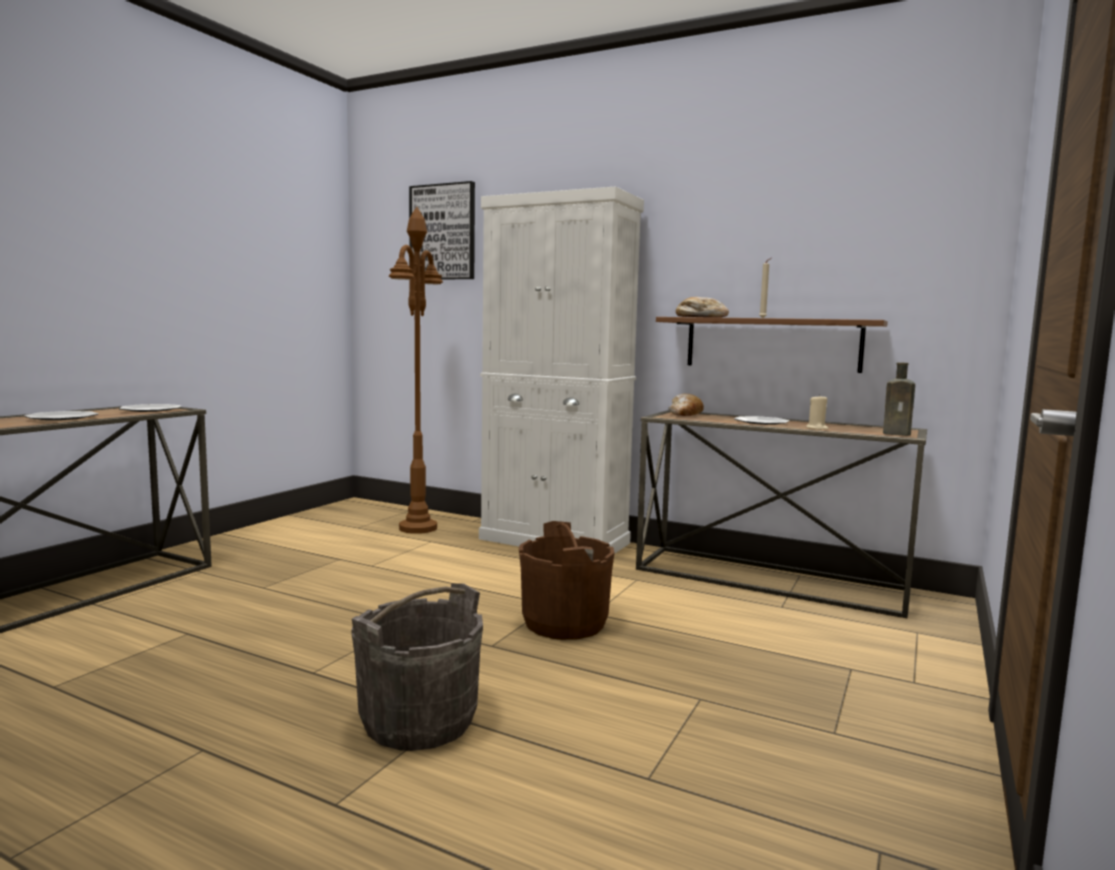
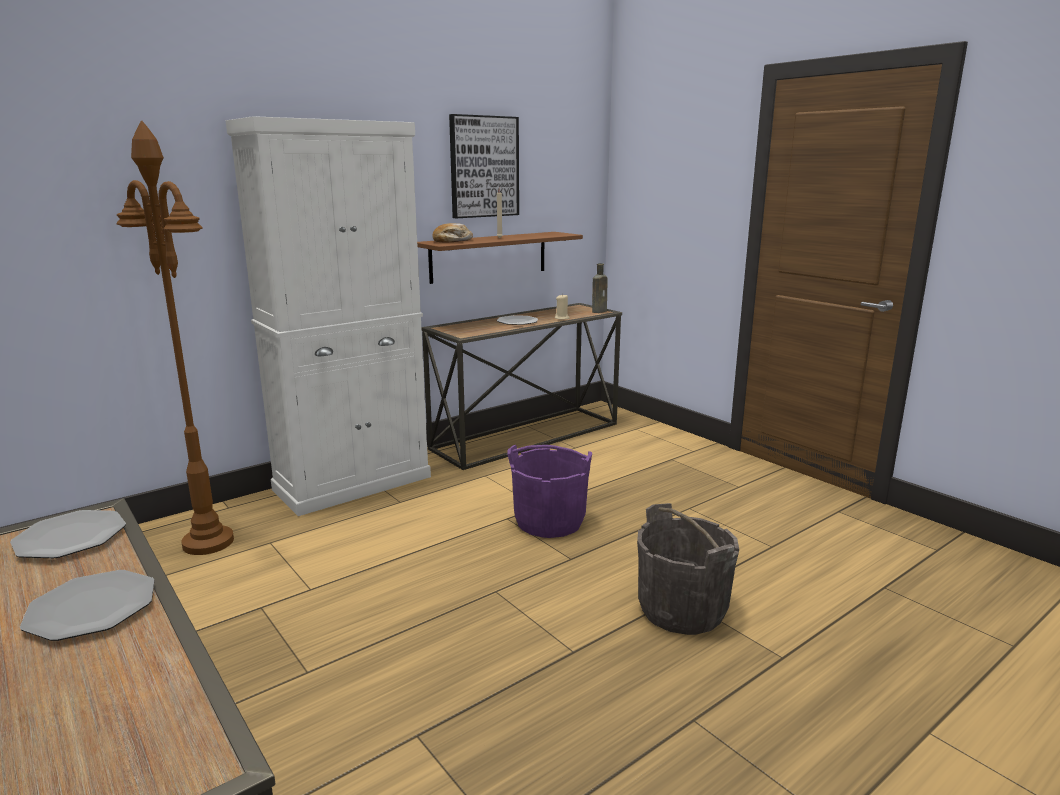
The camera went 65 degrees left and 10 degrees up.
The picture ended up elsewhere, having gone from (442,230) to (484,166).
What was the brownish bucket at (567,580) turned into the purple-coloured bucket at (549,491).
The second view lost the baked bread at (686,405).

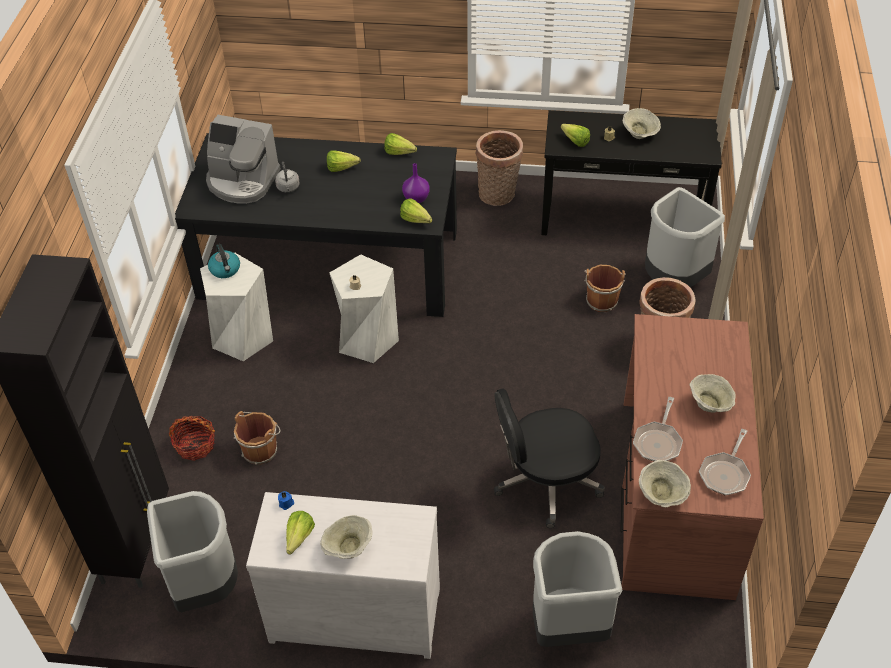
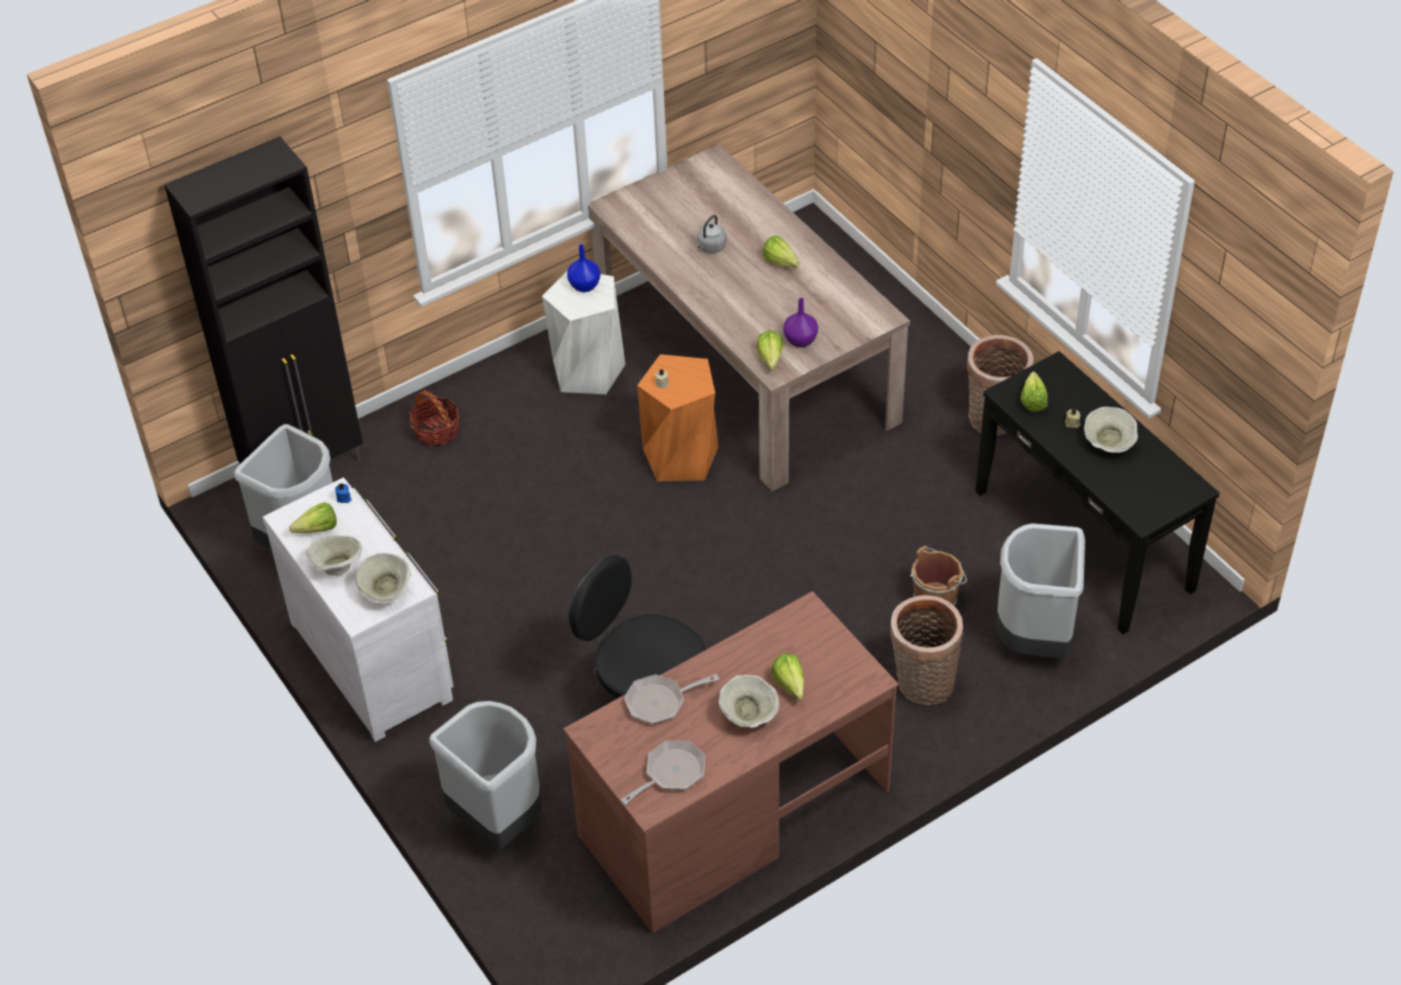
The camera went 50 degrees right and 0 degrees up.
The beige deep dish ended up elsewhere, having gone from (665,483) to (383,578).
Where the water kettle stood at (224,261), the blue flower vase came to stand at (583,268).
What was the blackish kitchen table at (316,225) turned into the beige kitchen table at (749,317).
The skillet at (725,462) ended up facing another way, 150 degrees clockwise from before.
What was the whitish sitting stool at (364,308) turned into the orangey sitting stool at (678,417).
The lettuce head ended up elsewhere, having gone from (400,144) to (787,676).
The second view lost the coffee maker at (243,159).
The second view lost the brownish bucket at (257,438).

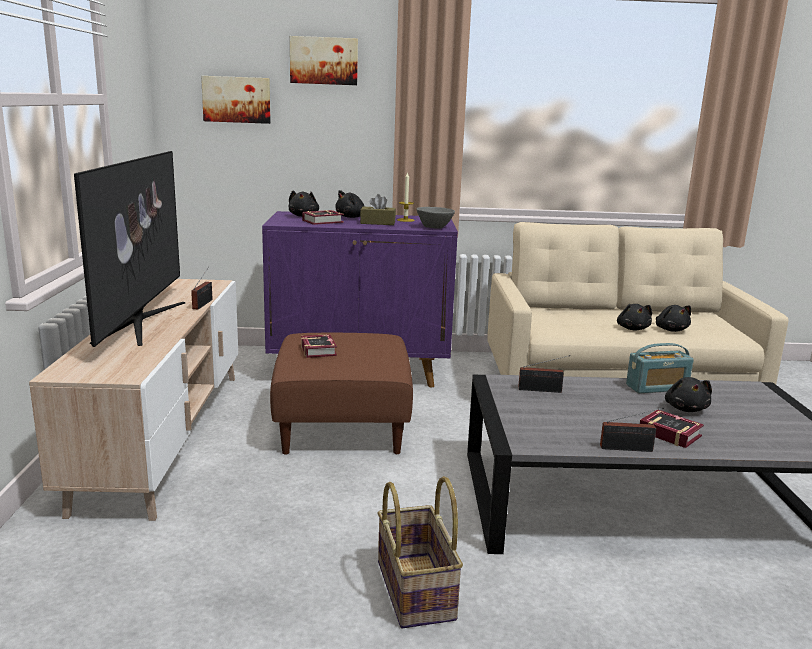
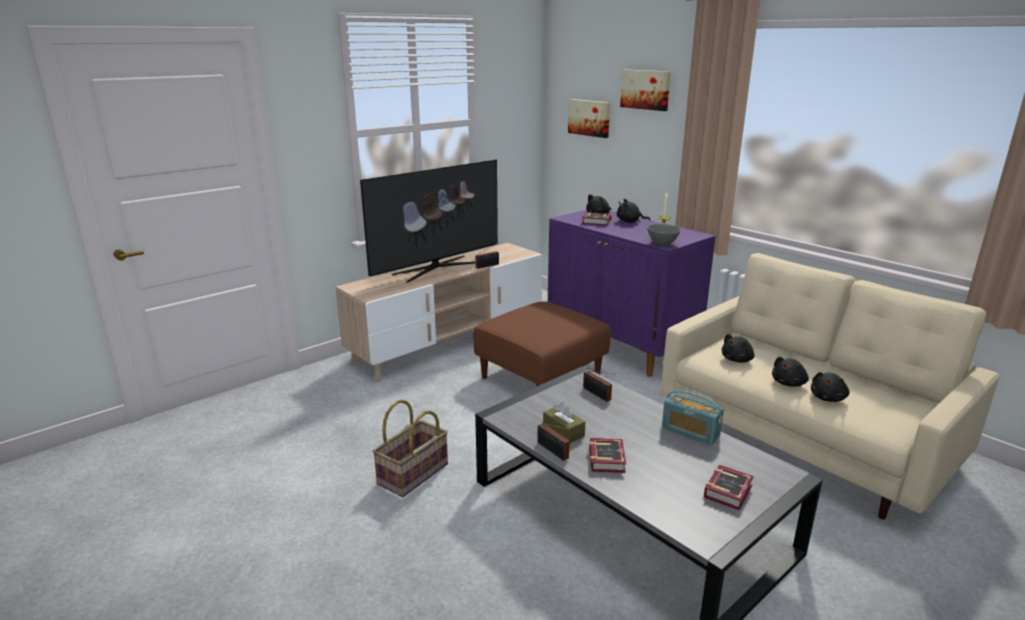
The camera went 50 degrees right and 5 degrees up.
The brownish tissue holder ended up elsewhere, having gone from (378,209) to (564,422).
The volume ended up elsewhere, having gone from (319,346) to (729,487).
The blackish soft toy ended up elsewhere, having gone from (688,394) to (738,348).

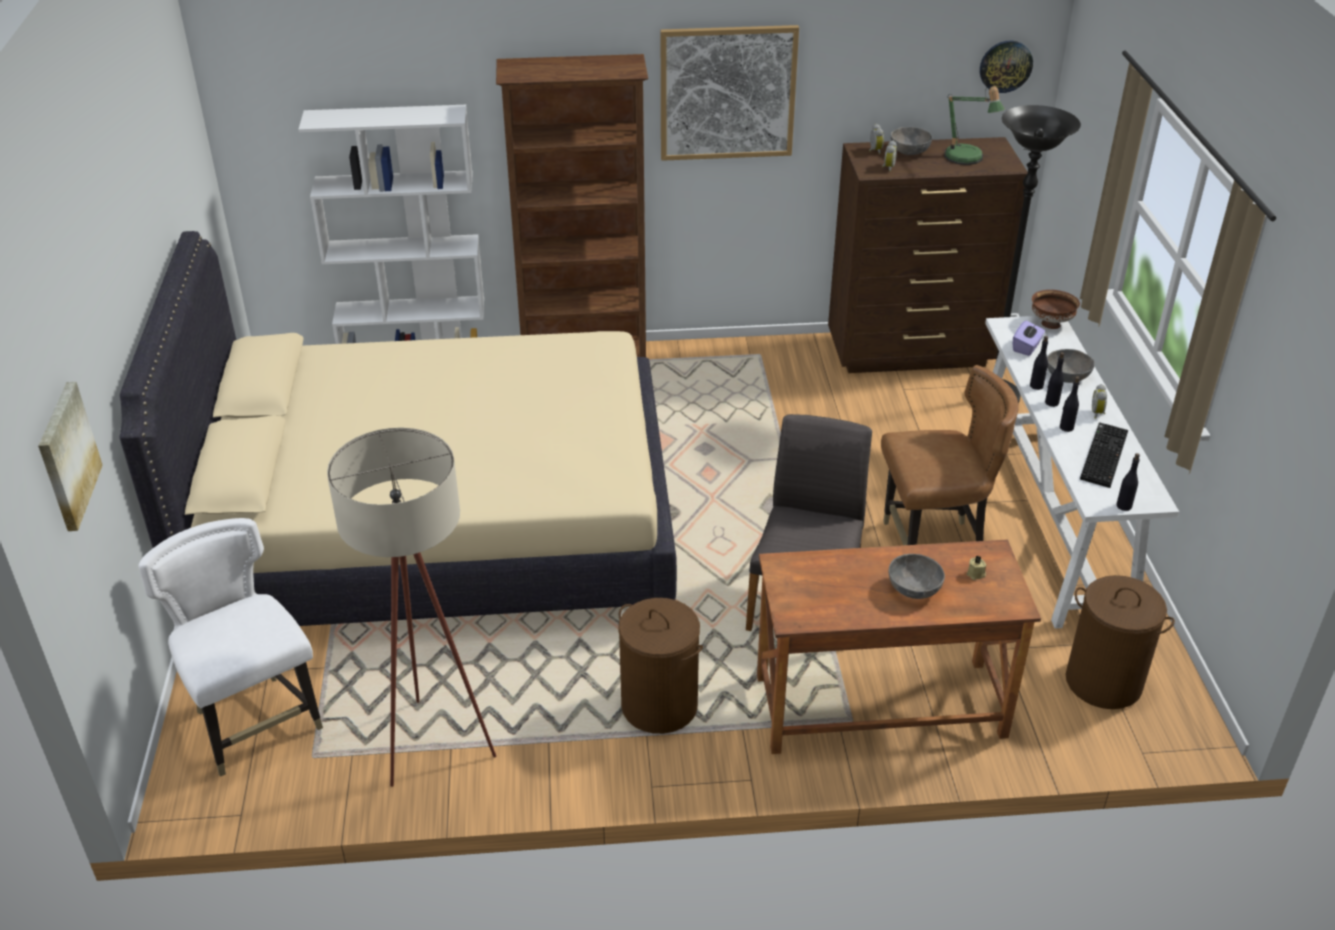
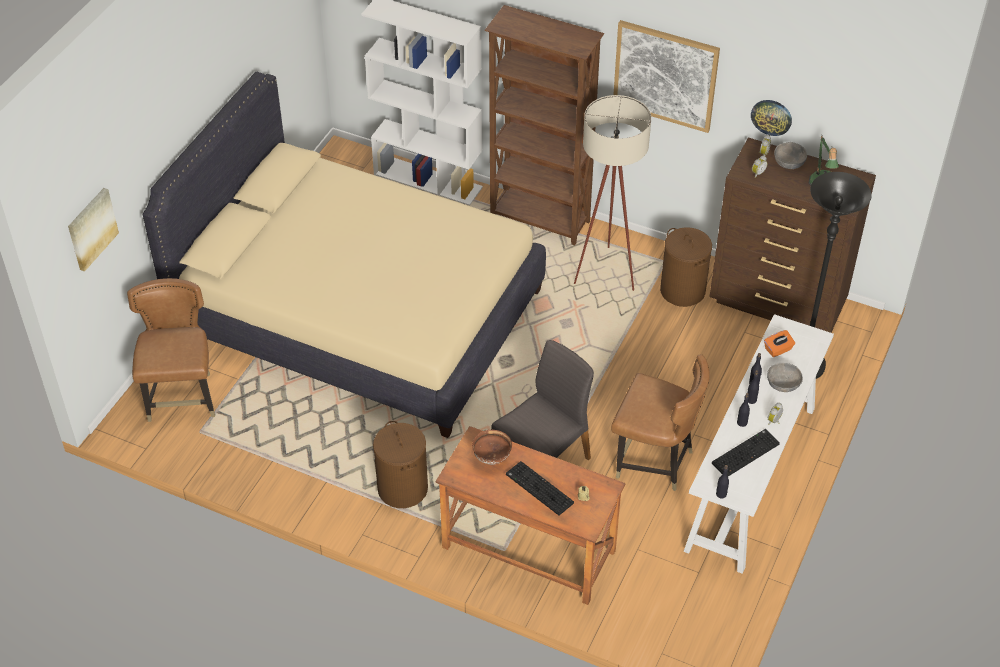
The camera went 30 degrees right and 10 degrees up.
What was the whitish upright chair at (230,647) turned into the brownish upright chair at (171,350).
The brownish deep dish ended up elsewhere, having gone from (1056,309) to (492,447).
Where the gray deep dish stood at (917,576), the computer keyboard came to stand at (540,488).
The beige floor lamp ended up elsewhere, having gone from (411,607) to (612,193).
The brownish laundry basket ended up elsewhere, having gone from (1120,642) to (686,267).
The hanging clock ended up elsewhere, having gone from (1006,67) to (771,118).
What was the purple-coloured tissue holder at (1029,338) turned into the orangey tissue holder at (779,343).

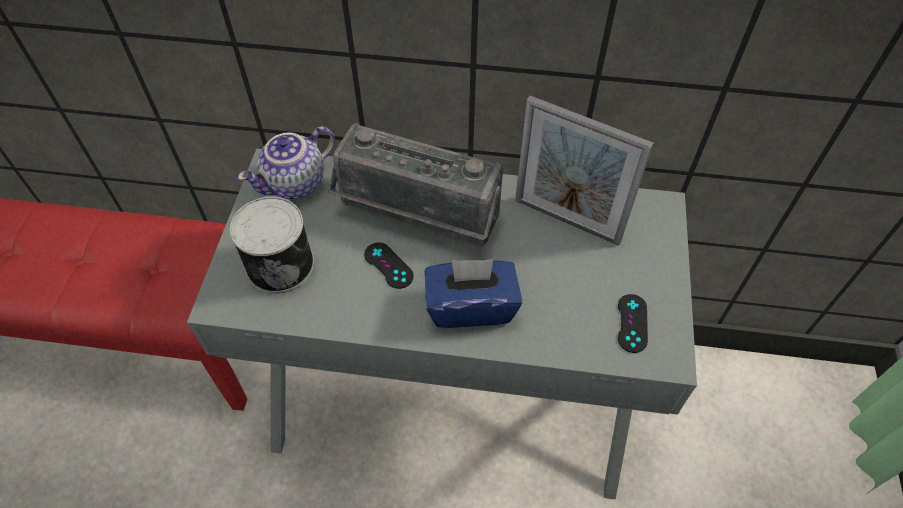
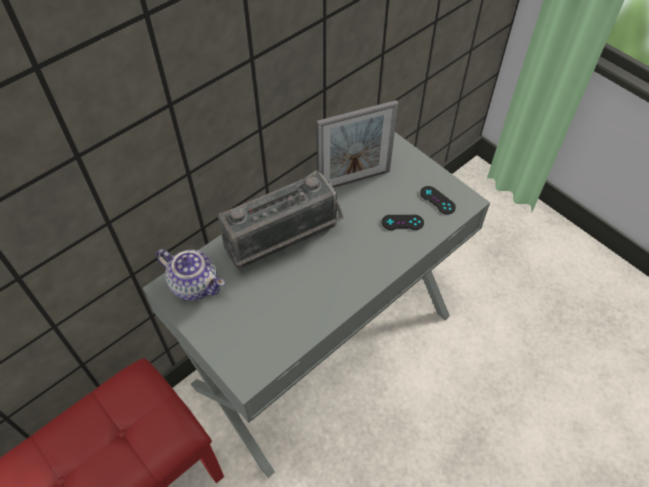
The camera went 50 degrees left and 0 degrees up.
The tea pot at (286,162) ended up facing another way, 60 degrees counterclockwise from before.
The blackish joypad ended up elsewhere, having gone from (389,265) to (403,222).
The second view lost the metal can at (271,245).
The second view lost the blue tissue holder at (474,293).

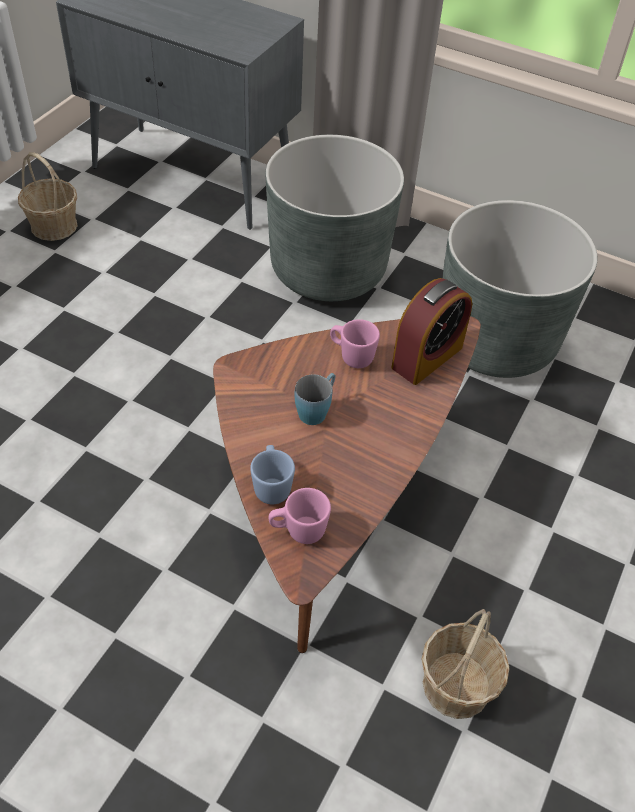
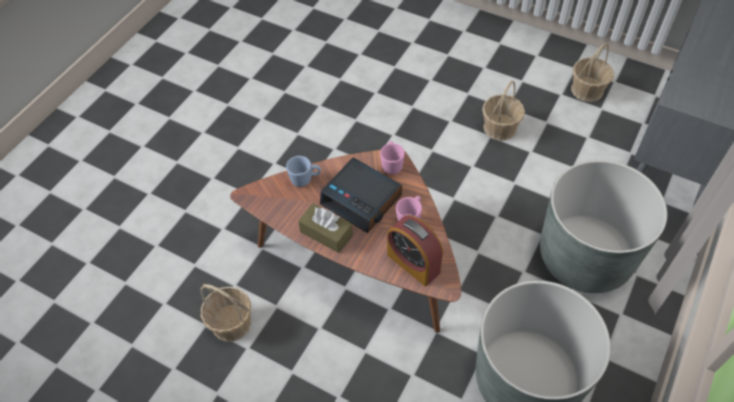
The camera went 95 degrees right and 5 degrees up.
The second view gained the brownish tissue holder at (325,228).
Where the blue coffee mug stood at (315,399), the alarm clock came to stand at (361,195).
The pink coffee mug ended up elsewhere, having gone from (300,516) to (392,157).
The second view gained the basket at (503,110).

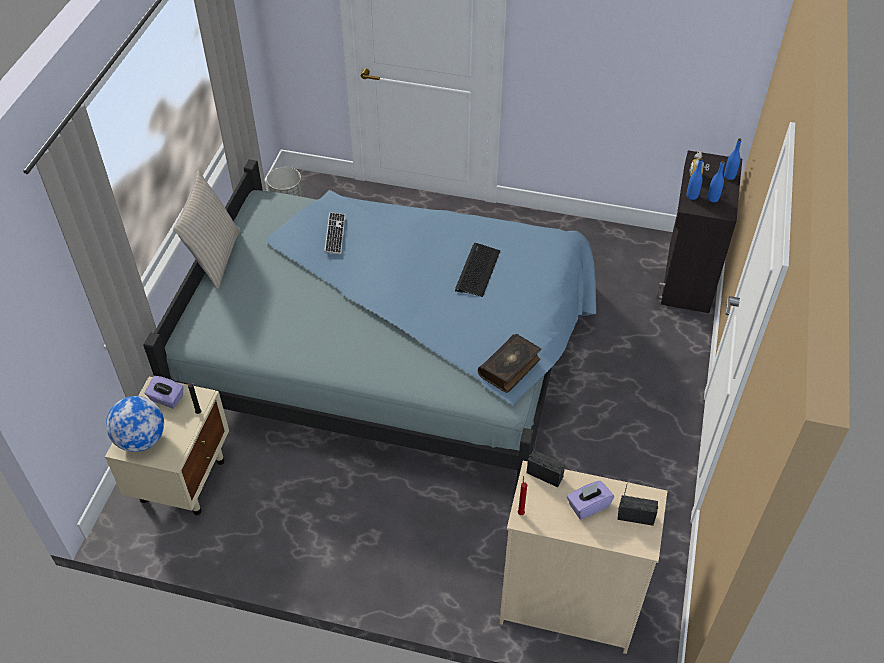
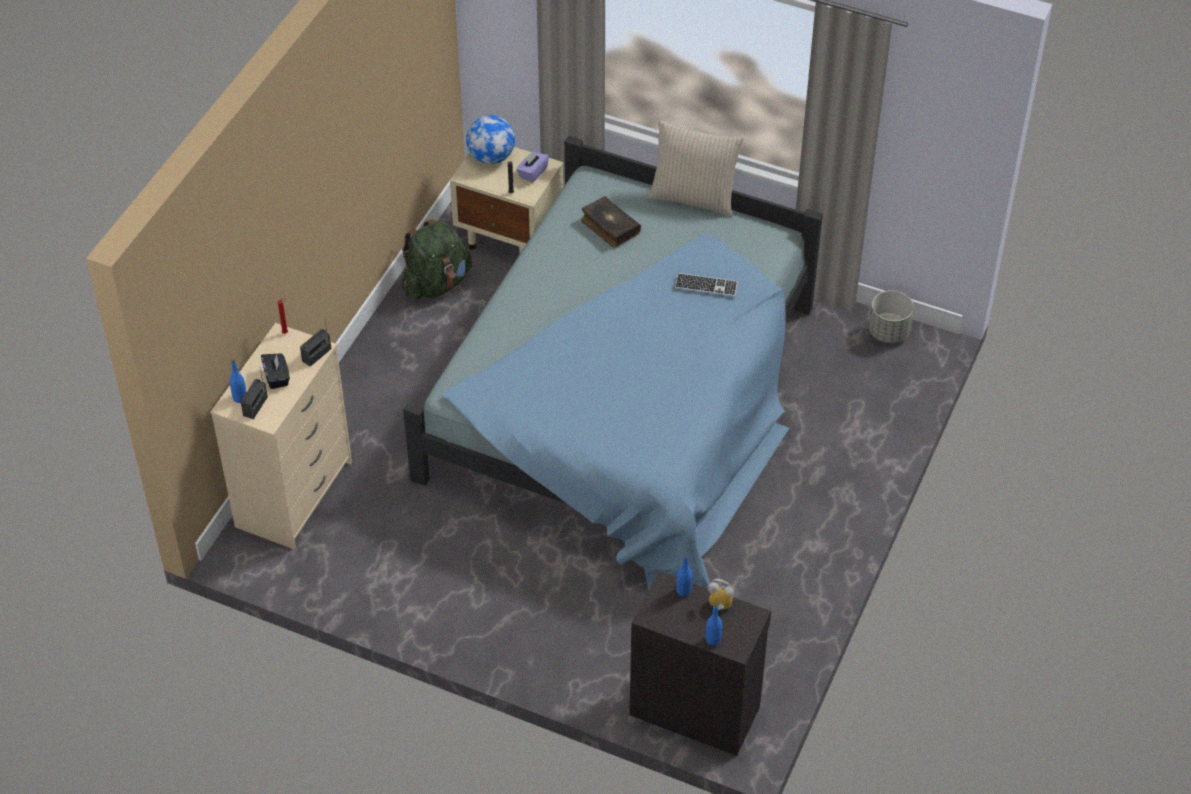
The camera went 100 degrees right and 0 degrees up.
The blue bottle ended up elsewhere, having gone from (716,181) to (238,381).
What was the purple-coloured tissue holder at (590,500) turned into the blackish tissue holder at (275,371).
The second view gained the green-coloured knapsack at (437,259).
The volume ended up elsewhere, having gone from (509,363) to (611,222).
The second view lost the computer keyboard at (477,270).

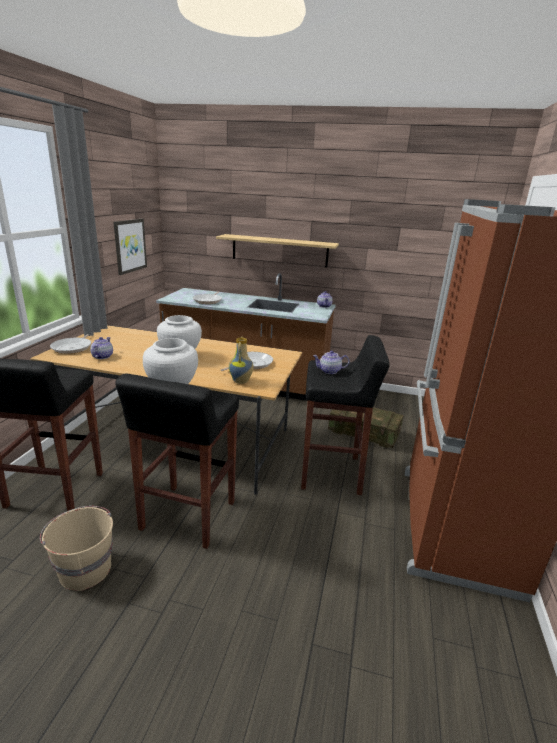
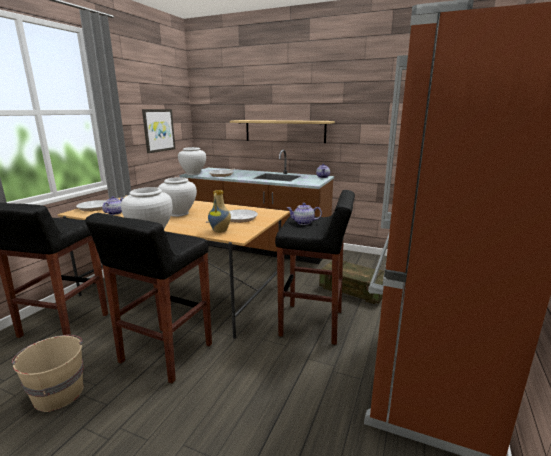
The camera went 10 degrees right and 5 degrees down.
The second view gained the whitish flower vase at (192,161).

